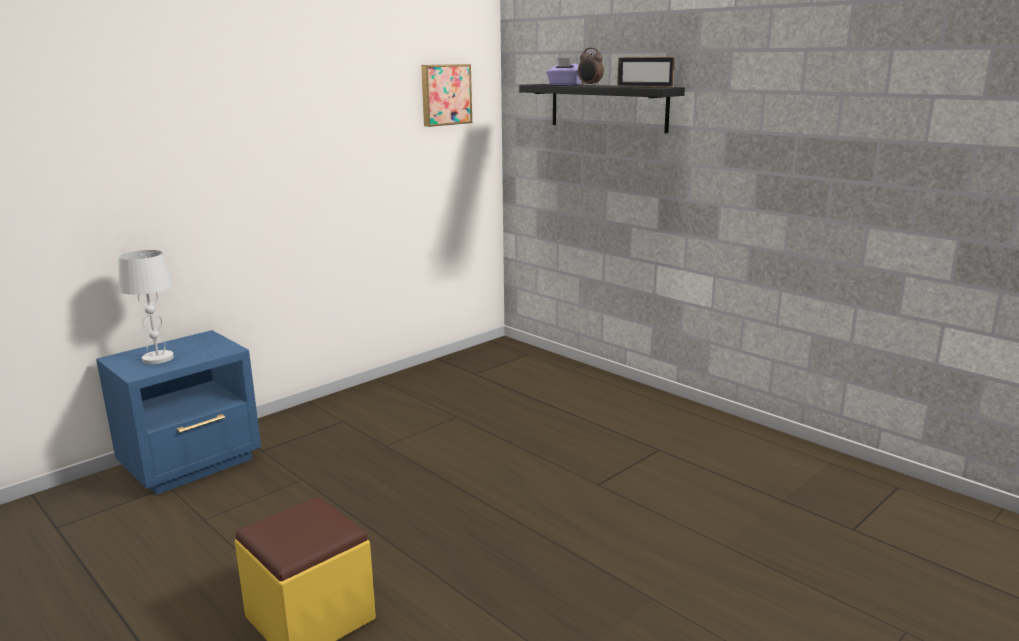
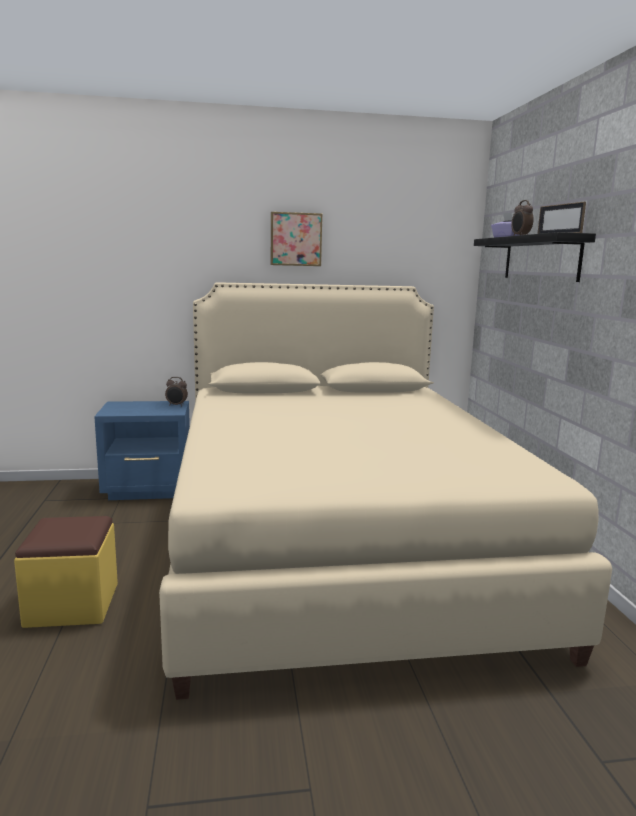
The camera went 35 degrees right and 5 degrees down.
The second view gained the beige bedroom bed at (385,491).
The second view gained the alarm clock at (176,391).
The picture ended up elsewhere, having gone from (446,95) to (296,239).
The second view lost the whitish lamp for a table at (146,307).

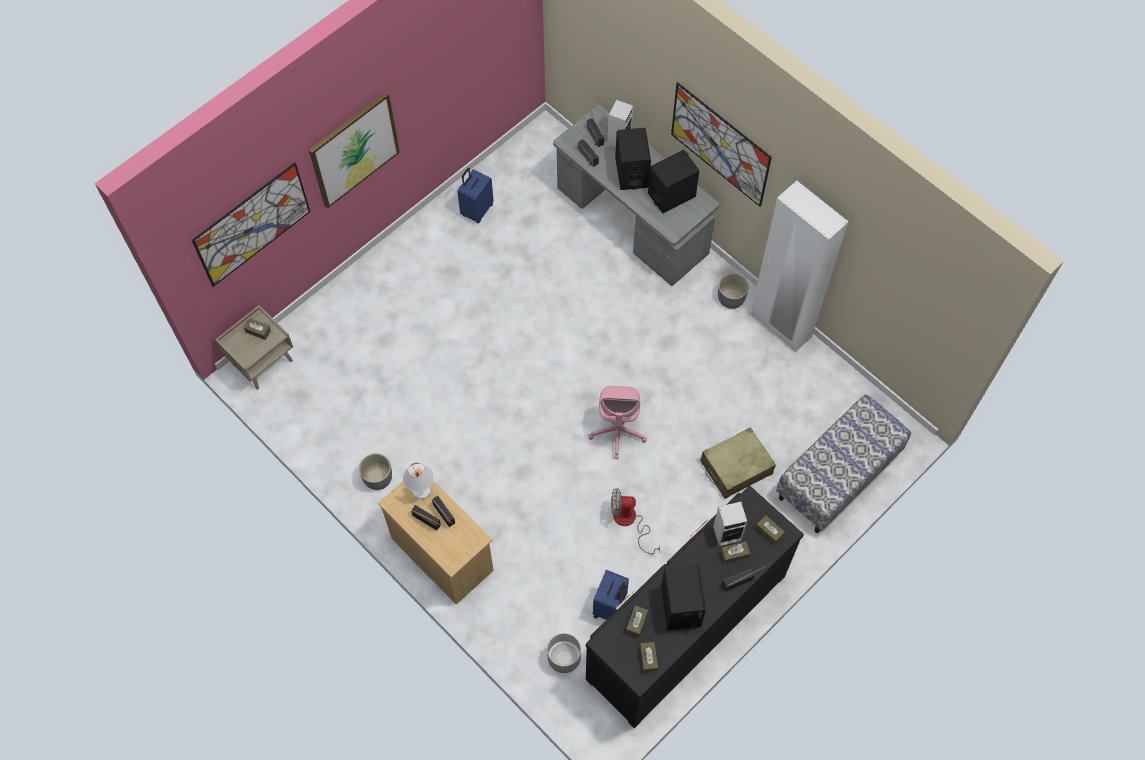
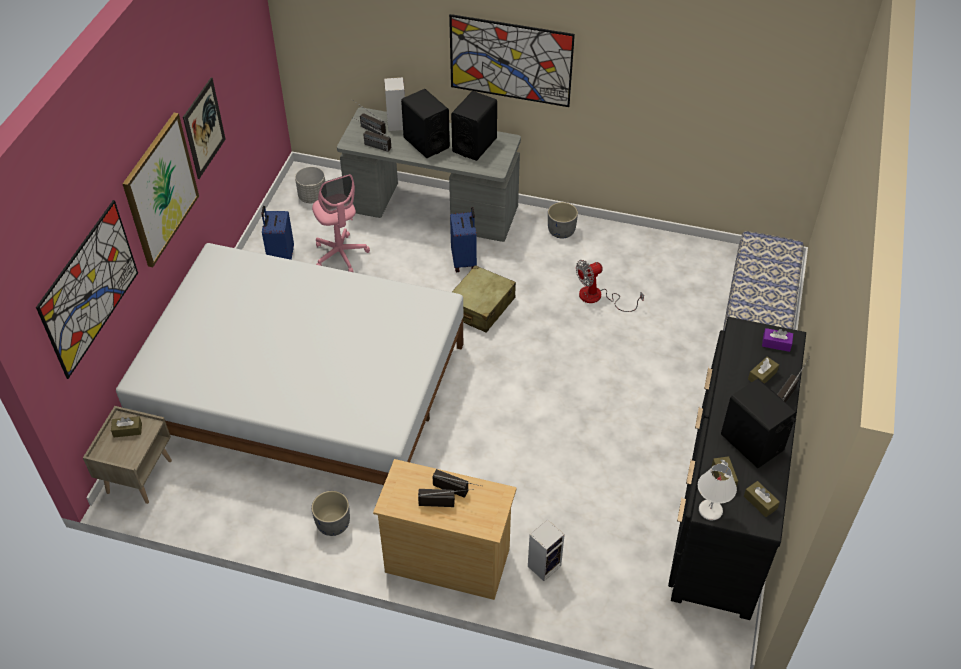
The camera went 30 degrees left and 15 degrees down.
The second view gained the whitish bedroom bed at (289,364).
The second view gained the picture at (204,128).
The gray flower pot ended up elsewhere, having gone from (564,653) to (310,185).
The pink desk chair ended up elsewhere, having gone from (617,422) to (341,223).
The blue travel case ended up elsewhere, having gone from (611,595) to (463,239).
The beige travel case ended up elsewhere, having gone from (738,463) to (484,299).
The loudspeaker ended up elsewhere, having gone from (730,524) to (546,550).
The fan ended up elsewhere, having gone from (635,521) to (610,286).
The whitish lamp for a table ended up elsewhere, having gone from (418,481) to (717,492).
What was the brownish tissue holder at (770,530) turned into the purple-coloured tissue holder at (777,340).
The second view lost the whitish armoire at (800,266).

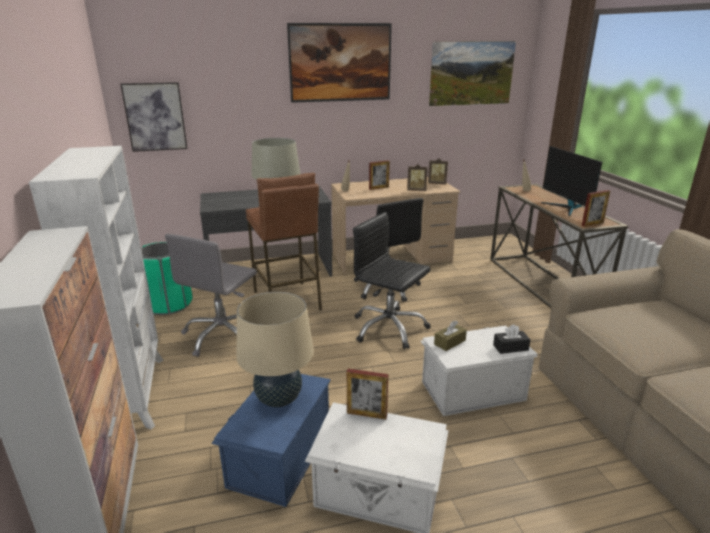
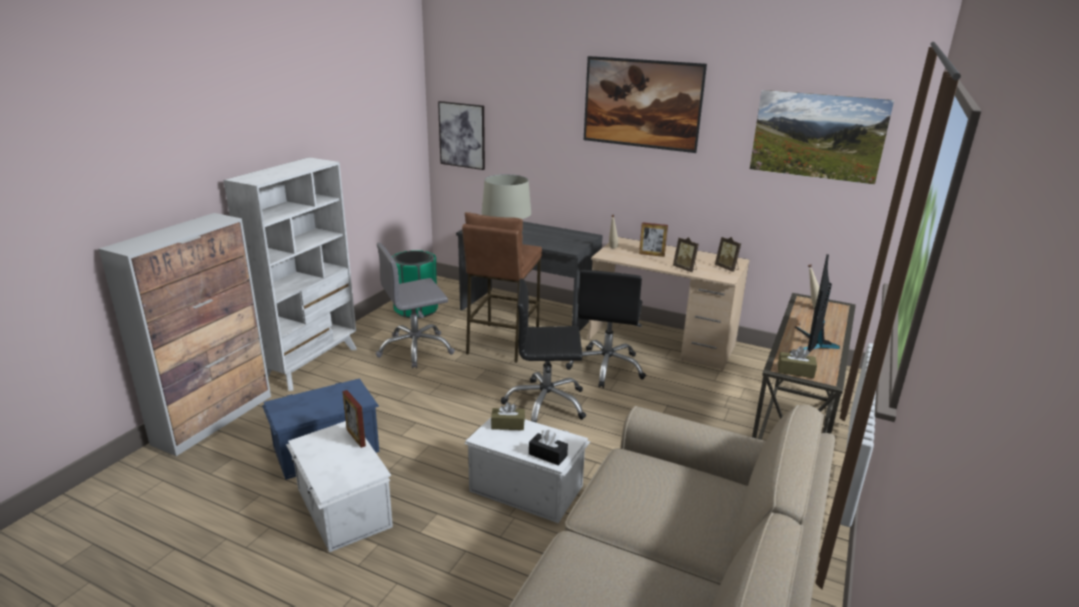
The camera went 40 degrees right and 0 degrees up.
The blackish desk chair at (392,280) ended up facing another way, 75 degrees counterclockwise from before.
Where the standing frame stood at (596,208), the brownish tissue holder came to stand at (797,362).
The second view lost the beige lamp for a table at (275,349).

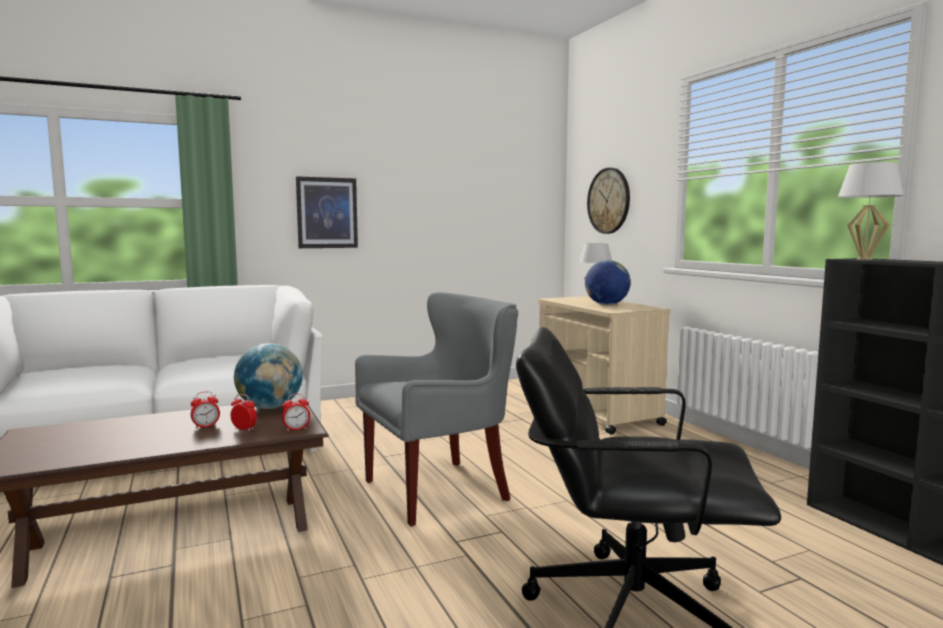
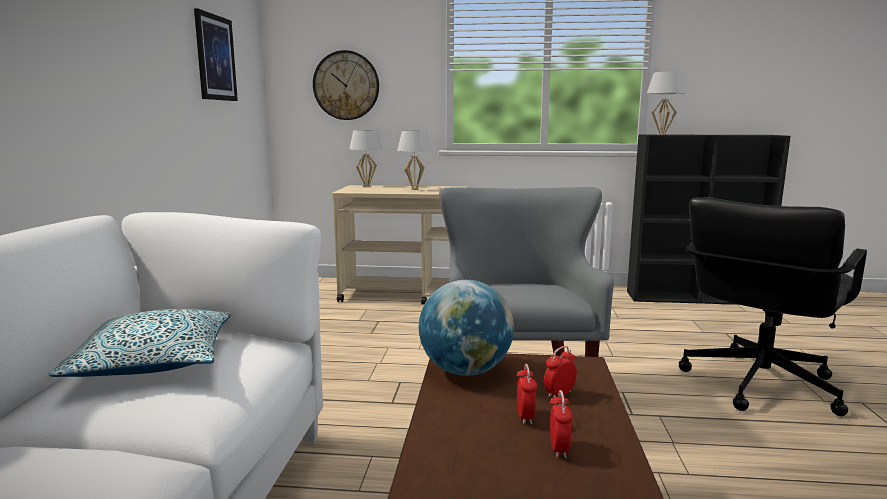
The camera went 60 degrees left and 5 degrees up.
The second view gained the cushion at (139,343).
The picture ended up elsewhere, having gone from (327,212) to (216,54).
Where the world globe stood at (608,282), the whitish lamp for a table came to stand at (414,160).
The alarm clock ended up elsewhere, having gone from (296,412) to (561,424).

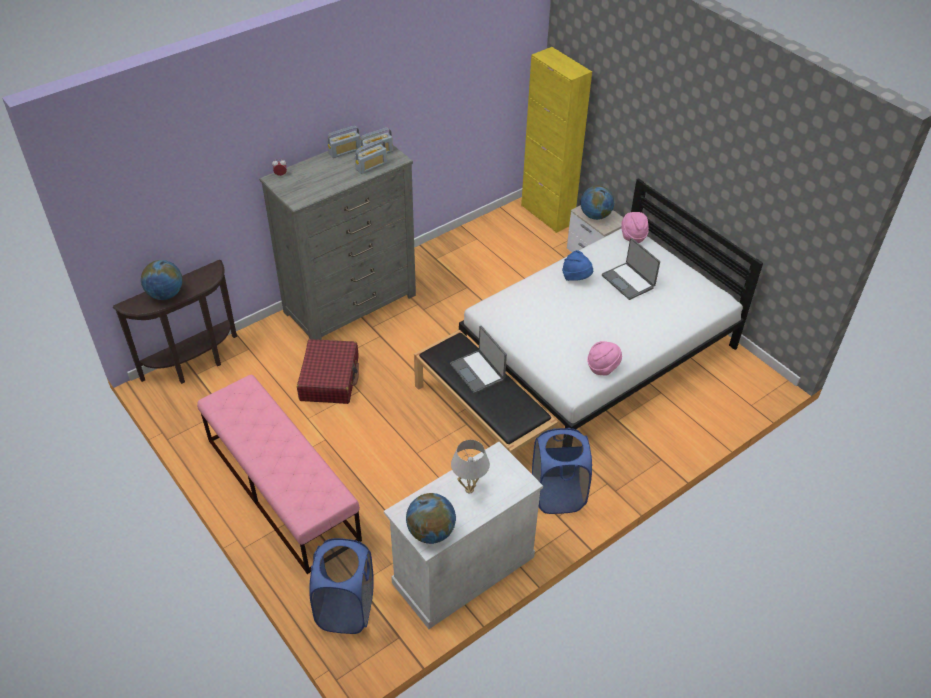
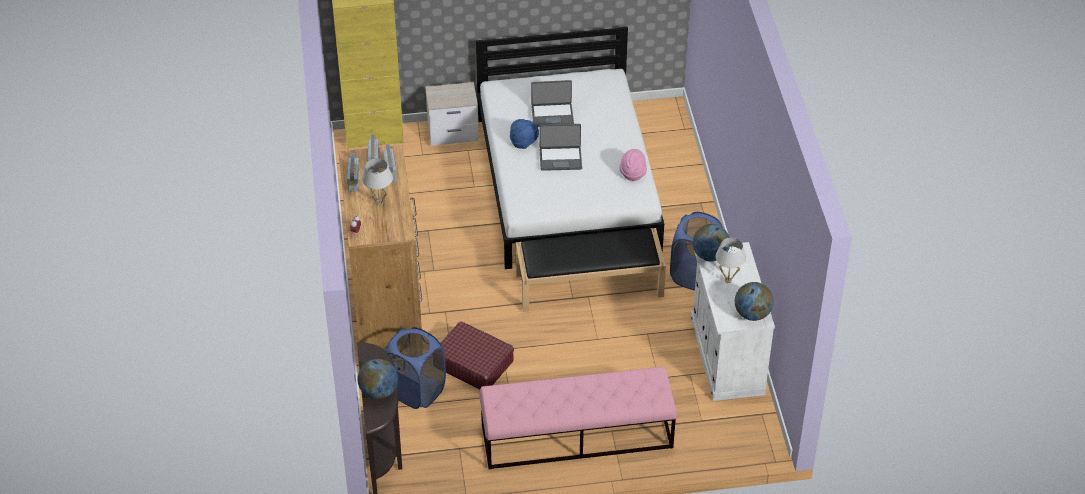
The camera went 60 degrees left and 0 degrees up.
What was the gray drawer chest at (337,236) turned into the brownish drawer chest at (380,247).
The second view gained the whitish lamp for a table at (377,182).
The blue laundry basket ended up elsewhere, having gone from (341,586) to (415,368).
The laptop ended up elsewhere, having gone from (478,360) to (560,147).
The world globe ended up elsewhere, having gone from (597,203) to (711,243).
The second view lost the pink clothing hat at (635,227).

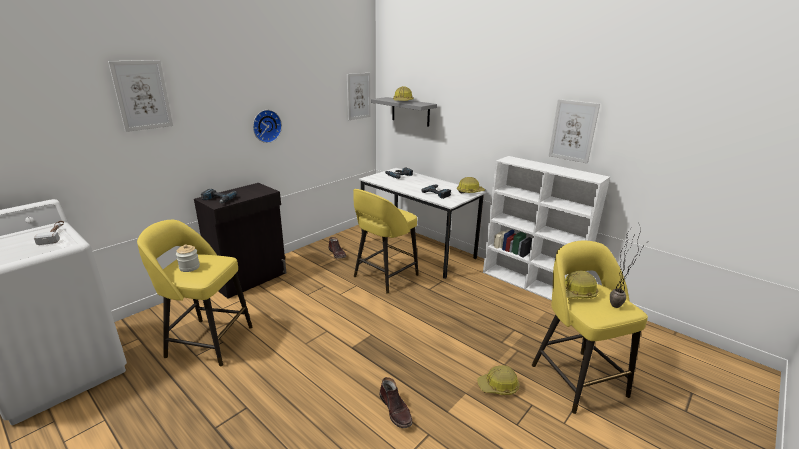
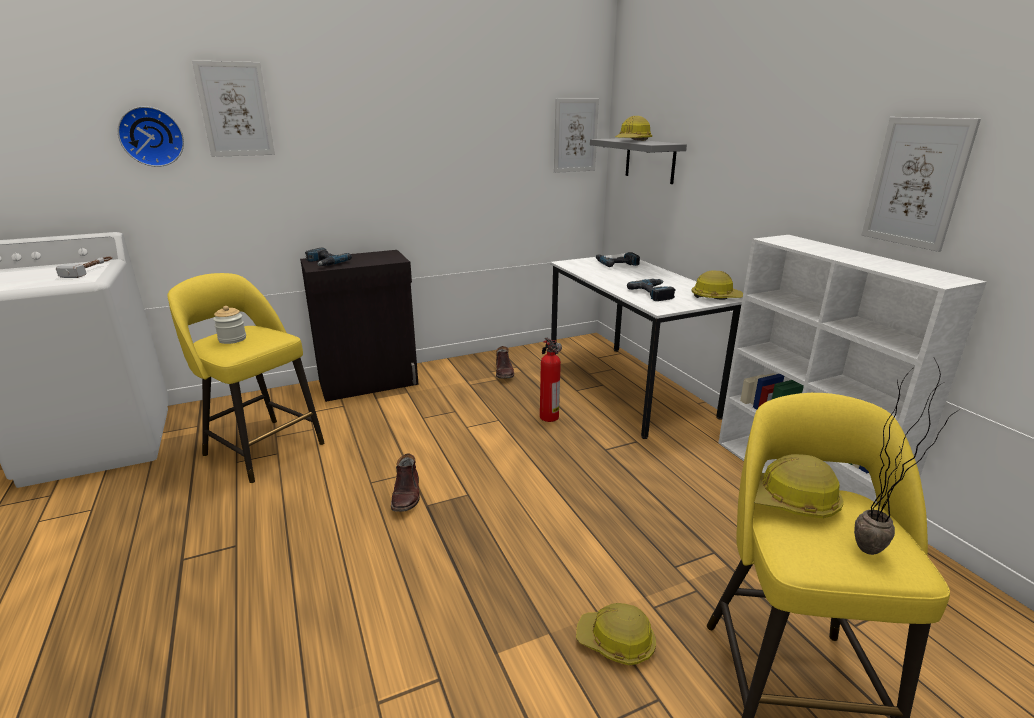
The camera went 25 degrees right and 0 degrees up.
The hanging clock ended up elsewhere, having gone from (267,126) to (150,136).
The brownish boot ended up elsewhere, having gone from (395,402) to (405,482).
Where the yellow-coloured sitting stool stood at (386,241), the extinguisher came to stand at (551,379).

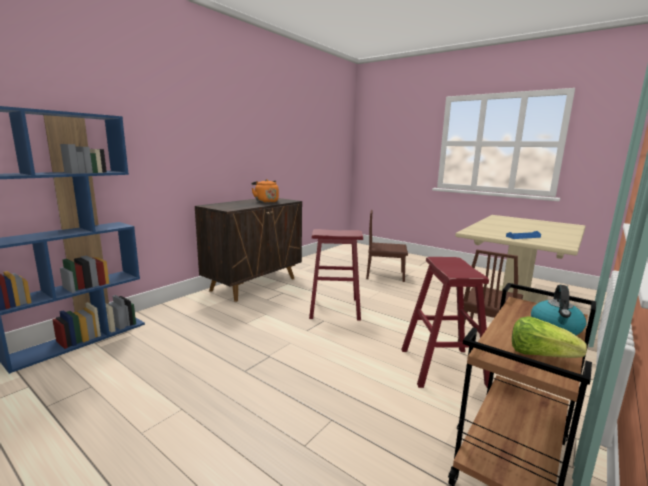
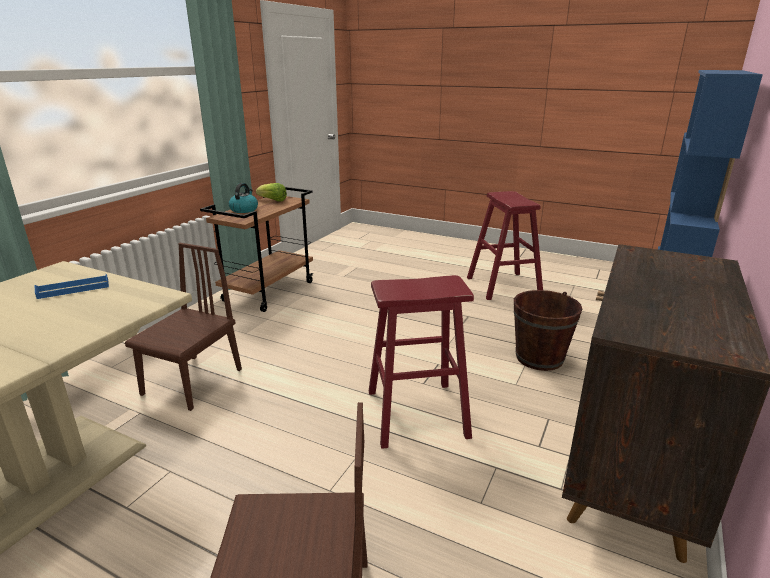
The camera went 170 degrees right and 10 degrees up.
The red sitting stool ended up elsewhere, having gone from (445,322) to (505,245).
The second view gained the brownish bucket at (548,330).
The second view lost the orangey water kettle at (265,191).

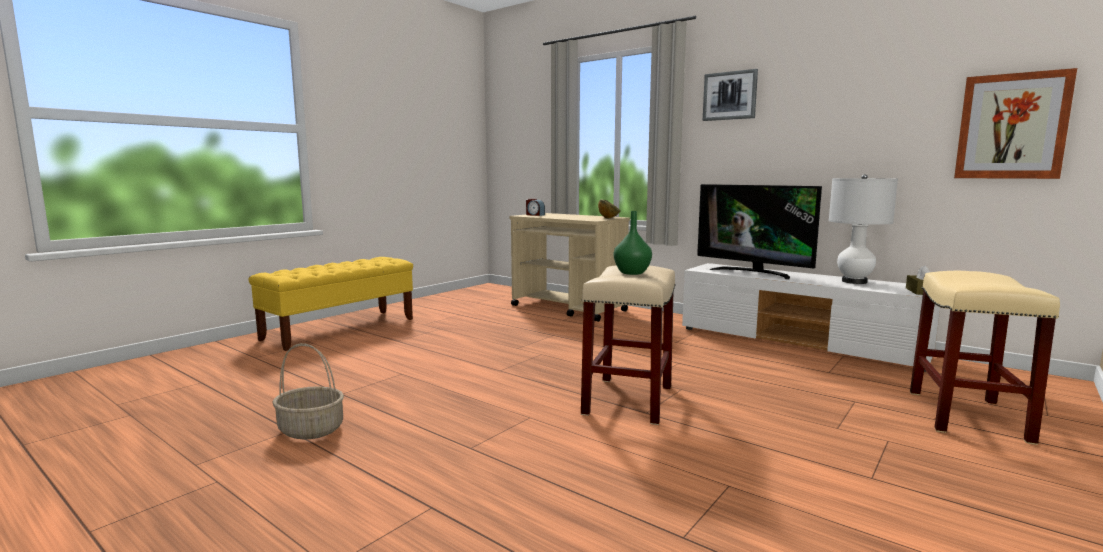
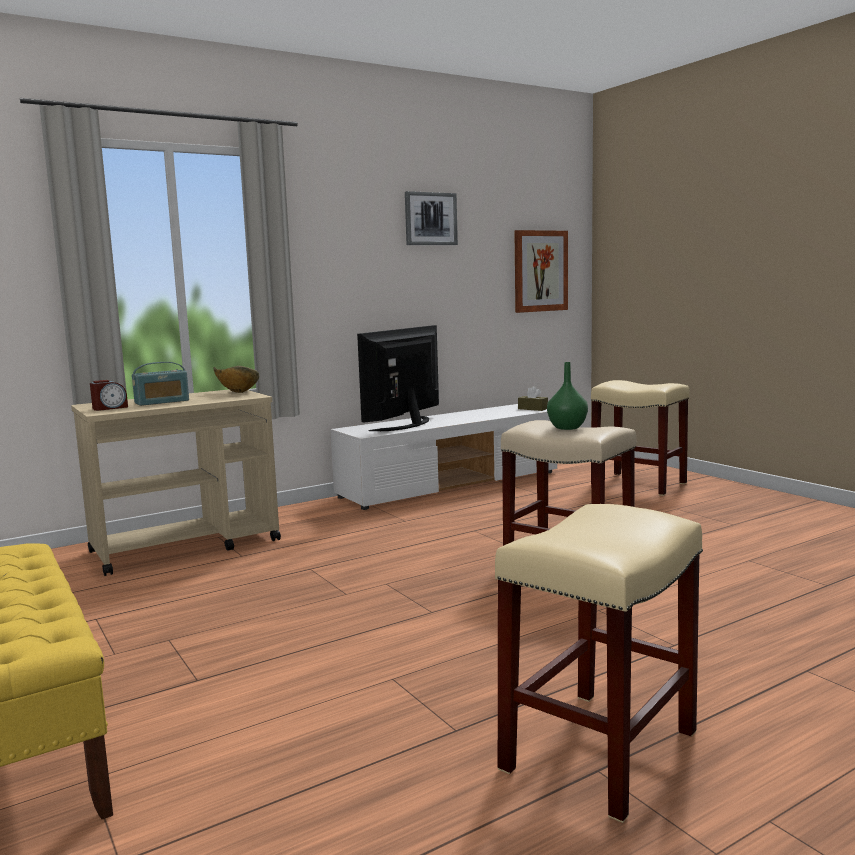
The camera went 70 degrees left and 0 degrees up.
The second view gained the radio at (160,384).
The TV at (759,232) ended up facing another way, 150 degrees clockwise from before.
The picture ended up elsewhere, having gone from (730,95) to (431,218).
Where the basket stood at (308,391), the beige sitting stool came to stand at (599,663).
The second view lost the whitish lamp for a table at (863,229).

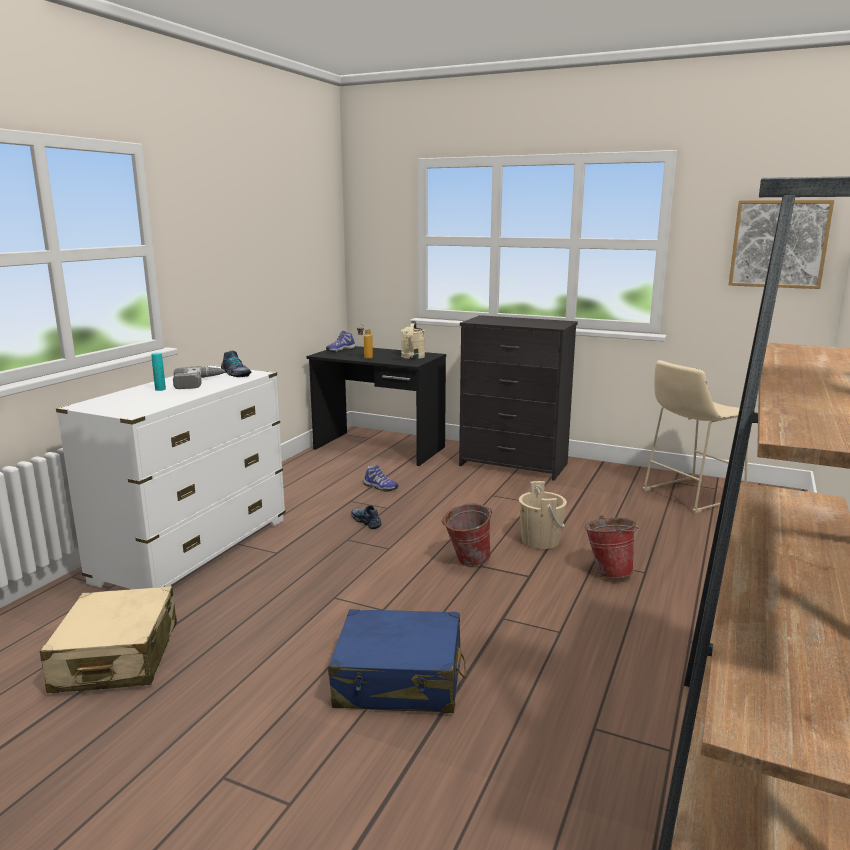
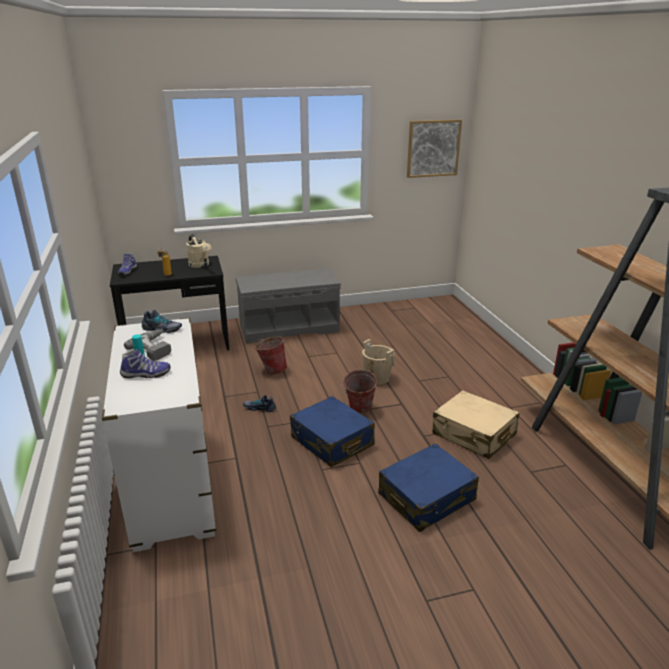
The camera went 40 degrees left and 10 degrees up.
The item of footwear ended up elsewhere, having gone from (381,478) to (145,363).
Where the blackish drawer chest stood at (518,398), the gray indoor bench came to stand at (288,305).
The bucket ended up elsewhere, having gone from (612,546) to (271,355).
The second view gained the blue travel case at (332,431).
The beige travel case ended up elsewhere, having gone from (108,639) to (475,424).
The second view lost the beige sitting stool at (695,437).

